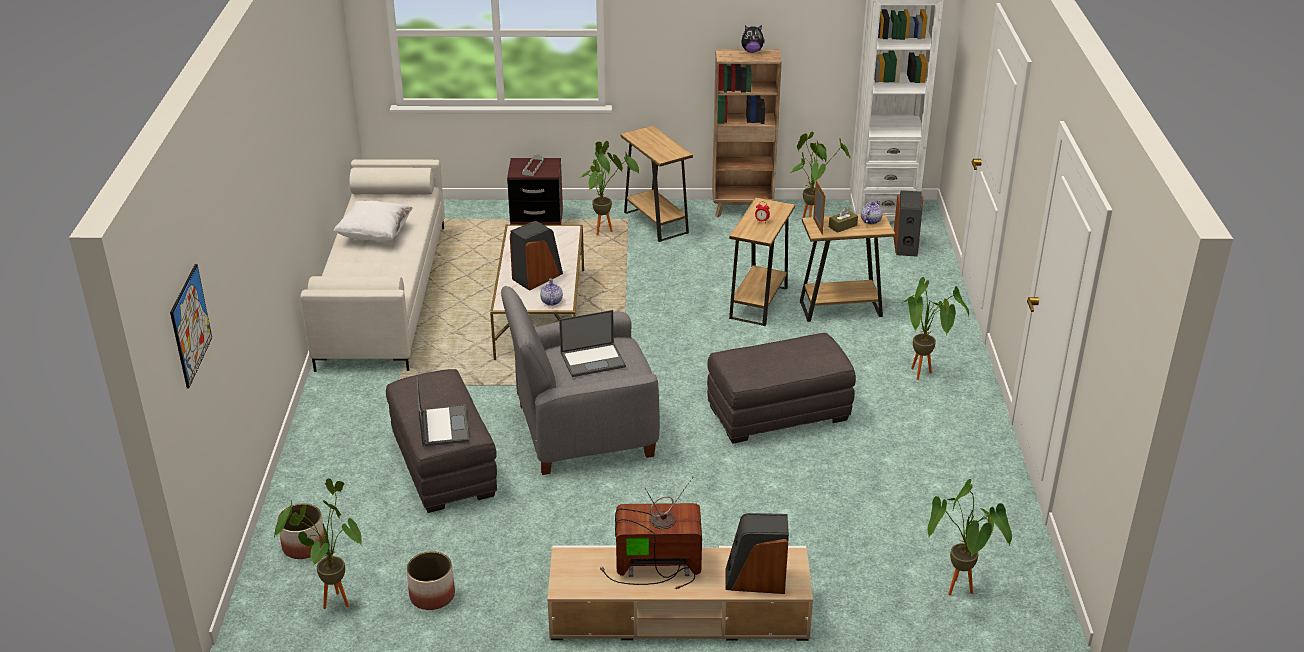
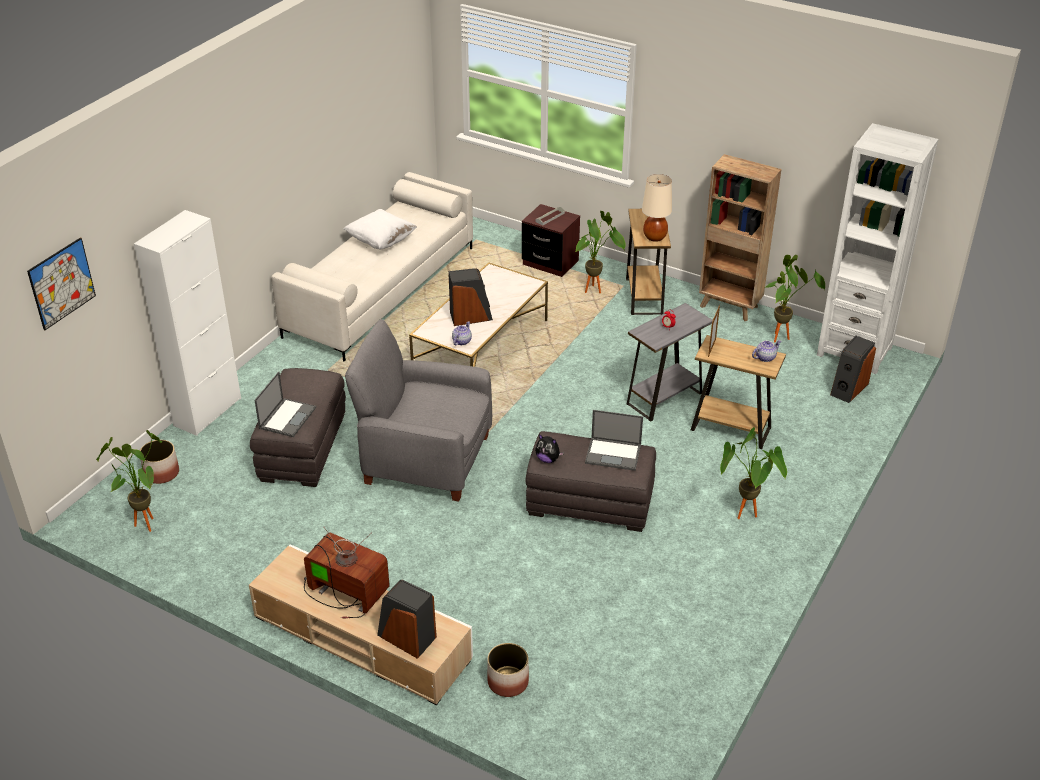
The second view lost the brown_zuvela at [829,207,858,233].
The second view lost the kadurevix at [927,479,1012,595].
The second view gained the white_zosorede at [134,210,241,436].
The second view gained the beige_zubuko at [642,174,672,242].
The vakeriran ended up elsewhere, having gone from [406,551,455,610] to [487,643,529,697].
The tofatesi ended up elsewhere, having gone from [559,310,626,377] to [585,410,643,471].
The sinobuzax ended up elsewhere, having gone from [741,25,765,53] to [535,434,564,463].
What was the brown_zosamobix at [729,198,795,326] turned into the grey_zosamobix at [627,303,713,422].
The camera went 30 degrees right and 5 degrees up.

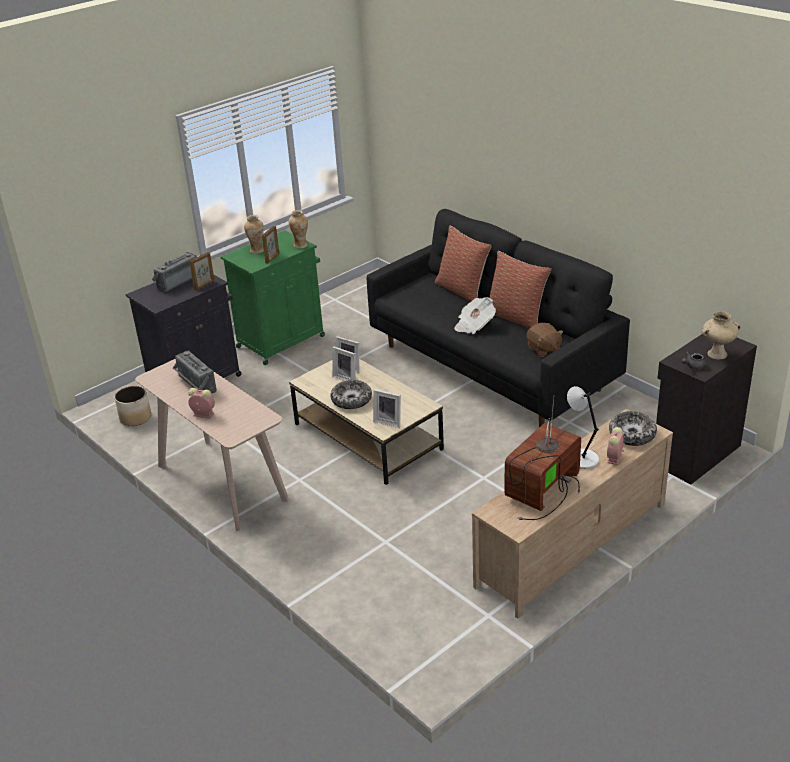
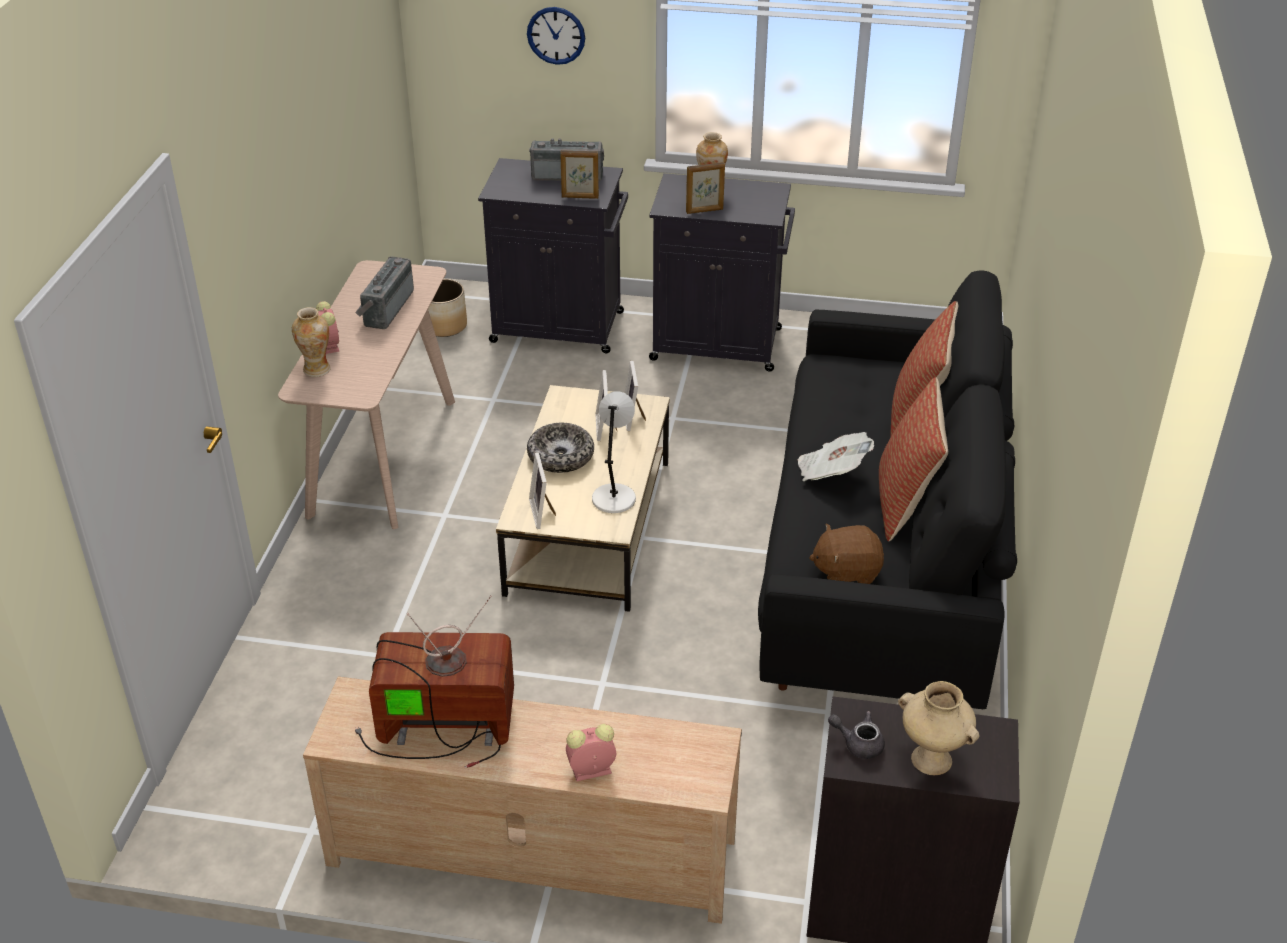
The second view lost the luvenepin at [609,411,657,446].
The second view gained the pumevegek at [527,7,585,65].
The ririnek ended up elsewhere, having gone from [289,210,308,248] to [292,307,331,377].
The grey_zubuko ended up elsewhere, having gone from [567,386,599,469] to [592,391,636,513].
What was the green_zosorede at [221,230,325,365] turned into the black_zosorede at [649,173,795,372].
The brown_sinobuzax at [527,323,563,357] ended up facing another way, 60 degrees clockwise from before.
The camera went 50 degrees right and 5 degrees up.

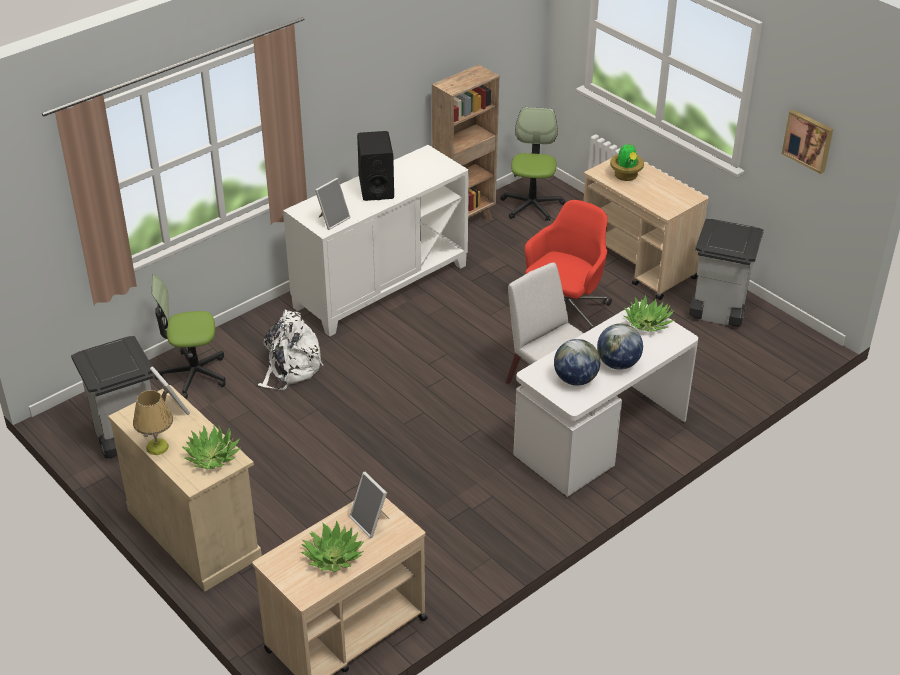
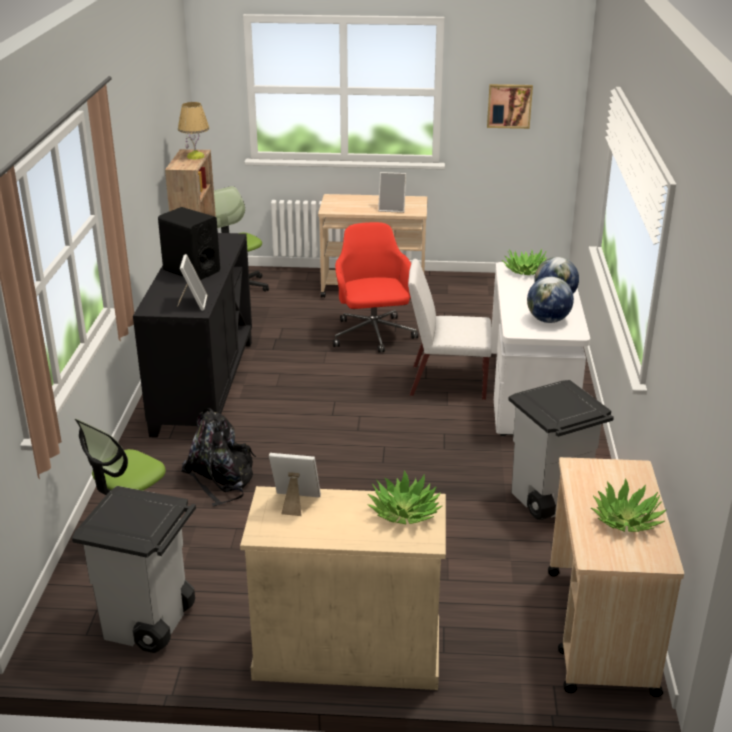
The second view lost the kadurevix at [610,142,644,181].
The zubuko ended up elsewhere, having gone from [133,390,173,455] to [178,102,209,159].
The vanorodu ended up elsewhere, having gone from [349,472,389,538] to [378,172,406,213].
The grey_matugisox ended up elsewhere, having gone from [689,219,764,326] to [508,380,614,520].
What was the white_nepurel at [258,309,323,390] turned into the black_nepurel at [181,408,256,506].
What was the white_zosorede at [283,145,469,337] turned into the black_zosorede at [133,233,252,438].
The camera went 45 degrees left and 10 degrees down.

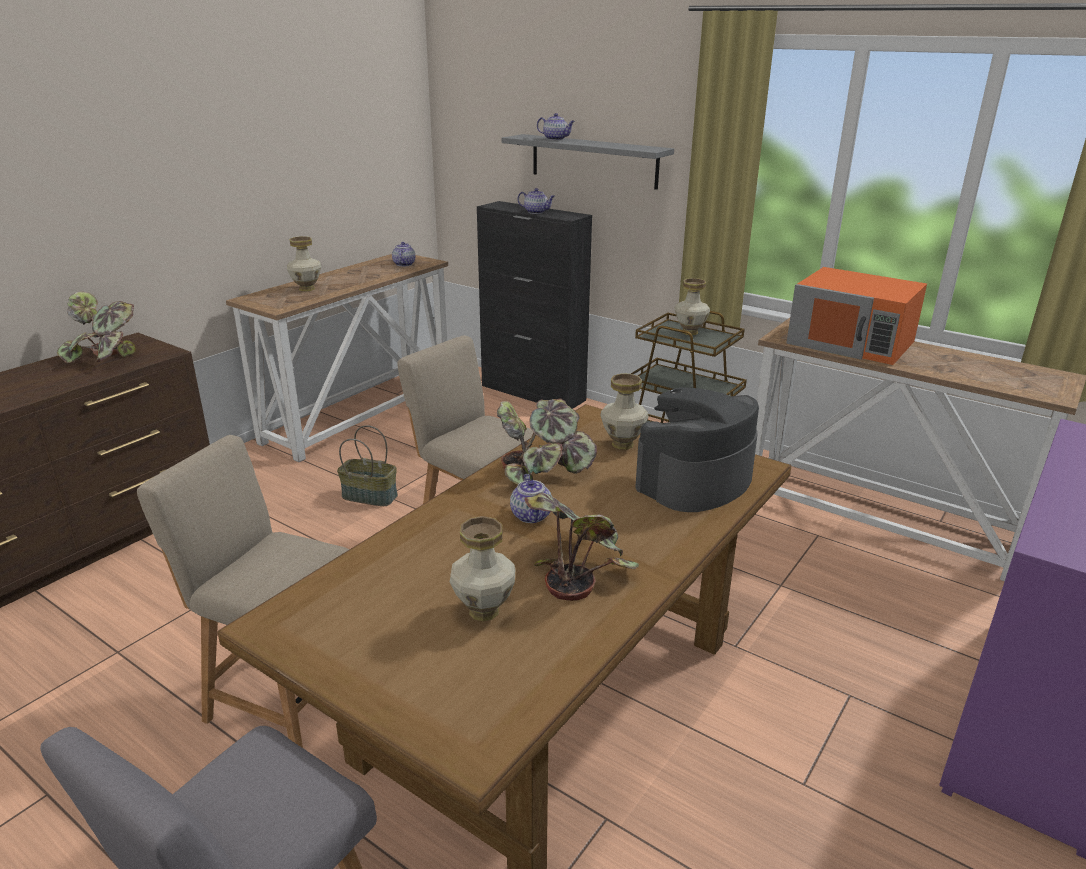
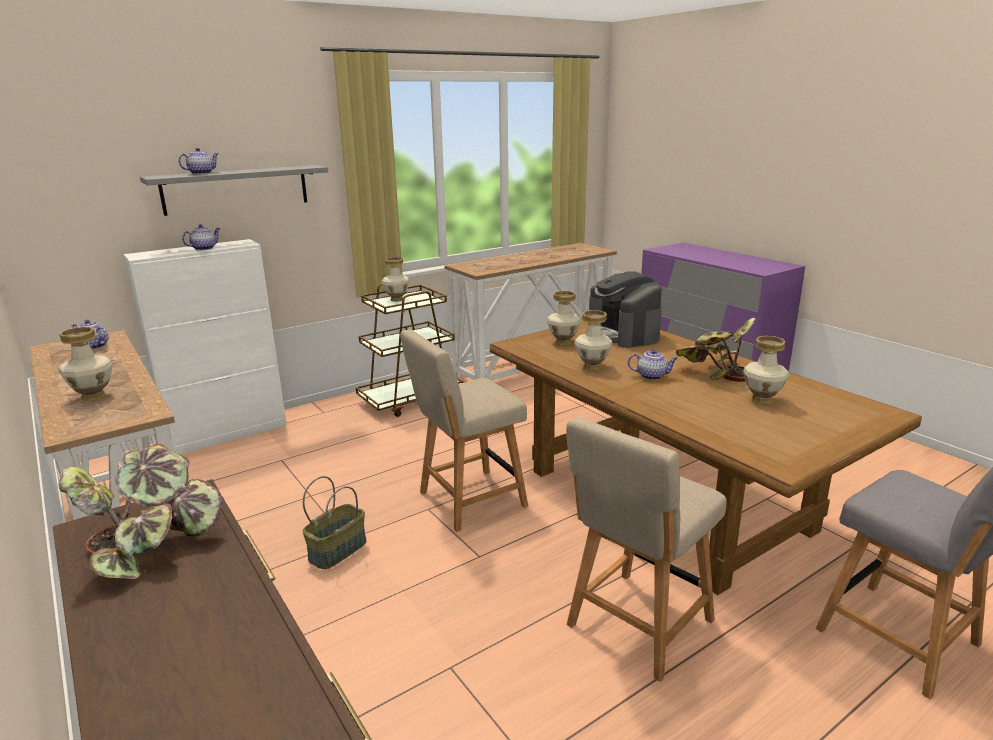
The second view lost the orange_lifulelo at [786,267,927,365].
Where the kadurevix stood at [497,398,597,485], the ririnek came to stand at [575,310,612,370].
What was the black_zosorede at [477,201,592,409] turned into the white_zosorede at [123,239,287,454].
The camera went 70 degrees left and 5 degrees down.

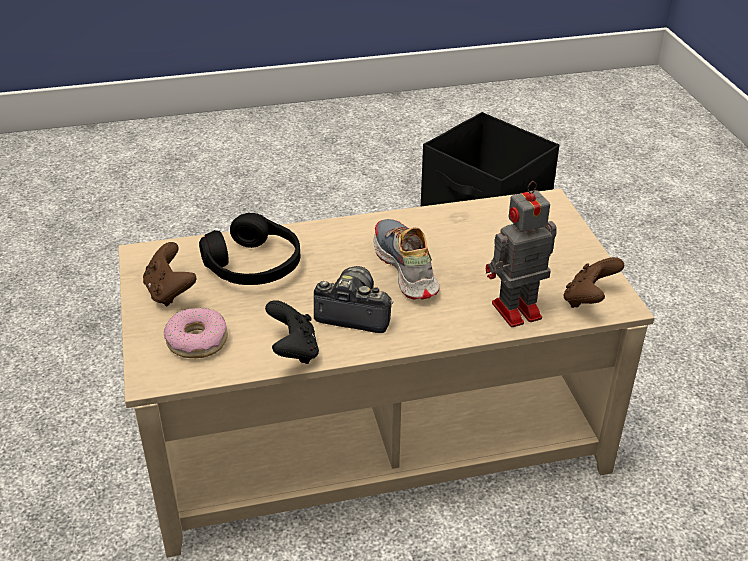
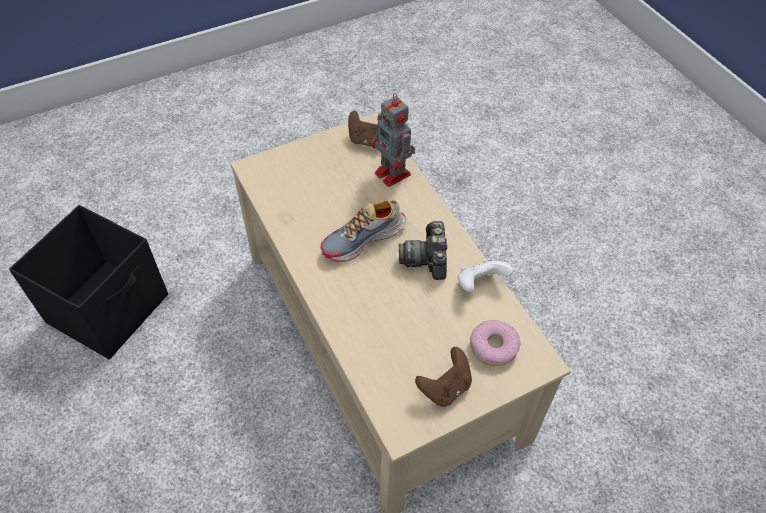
The second view lost the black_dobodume at [199,213,300,285].
What was the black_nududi at [265,300,319,364] turned into the white_nududi at [457,259,513,292].
The camera went 105 degrees left and 15 degrees up.

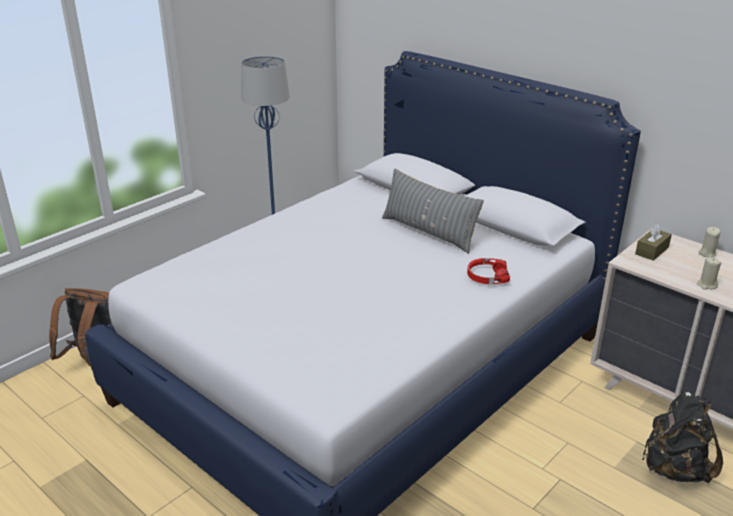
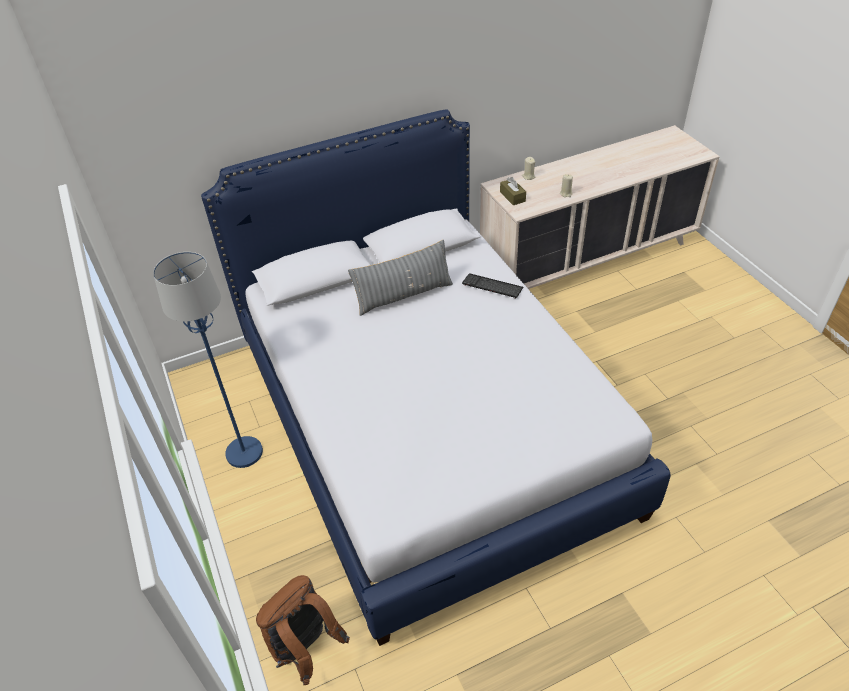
The second view lost the black_nepurel at [642,392,723,483].
Where the red_dobodume stood at [467,258,510,284], the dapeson came to stand at [462,273,524,298].
The camera went 65 degrees left and 15 degrees up.

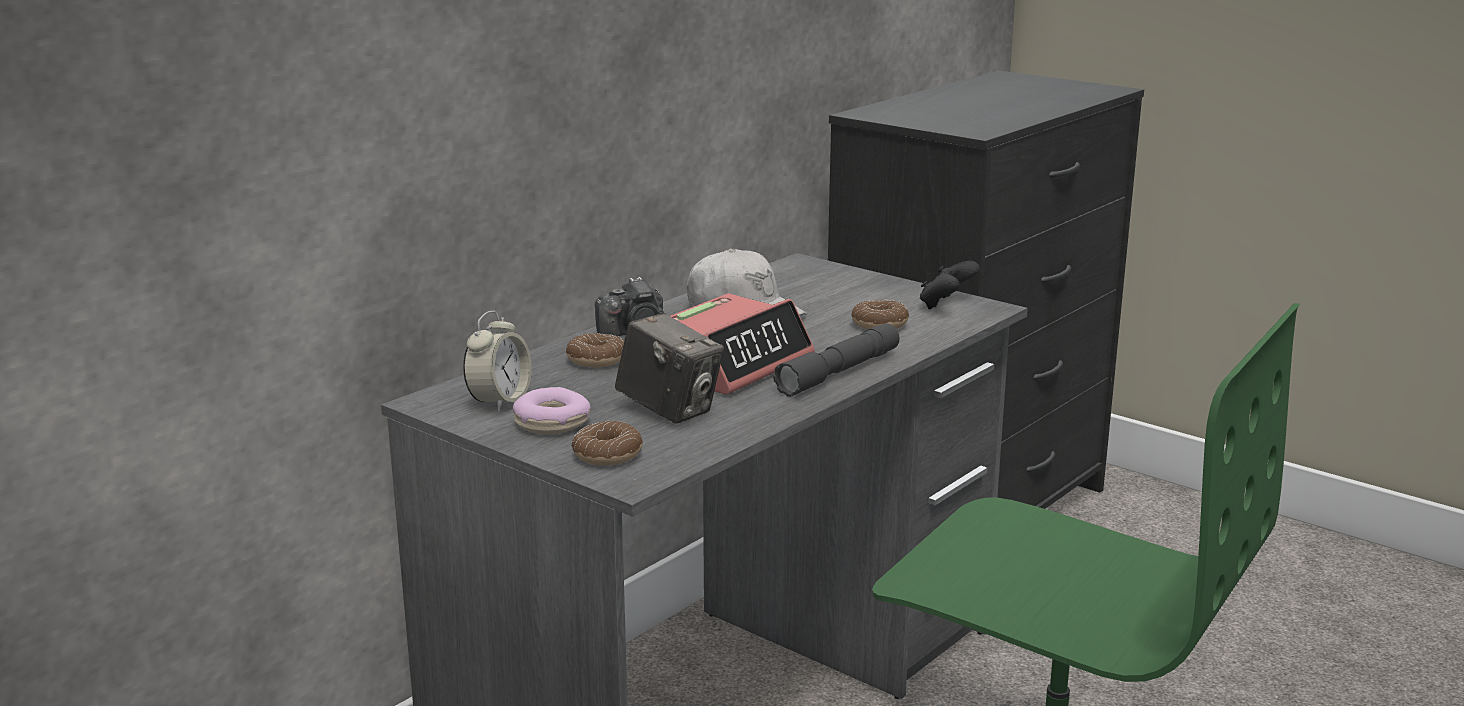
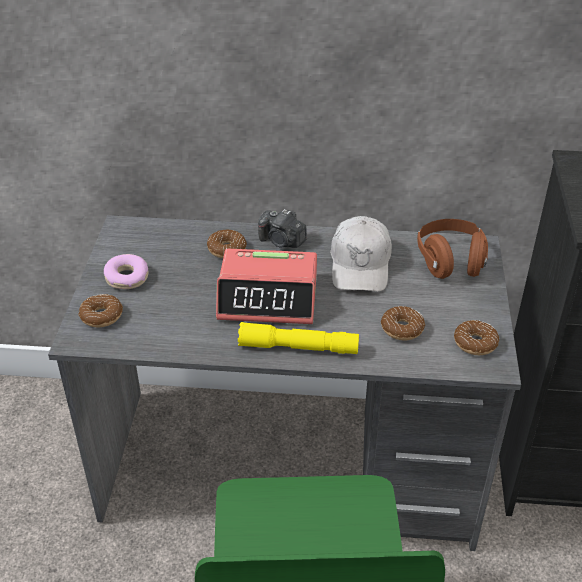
The second view lost the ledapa at [463,311,532,412].
The second view lost the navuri at [615,313,724,424].
The second view gained the brown_dobodume at [417,219,488,279].
Where the black_nududi stood at [920,261,980,309], the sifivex came to stand at [454,320,499,355].
What was the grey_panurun at [773,323,900,397] turned into the yellow_panurun at [238,322,359,354].
The camera went 55 degrees right and 20 degrees up.

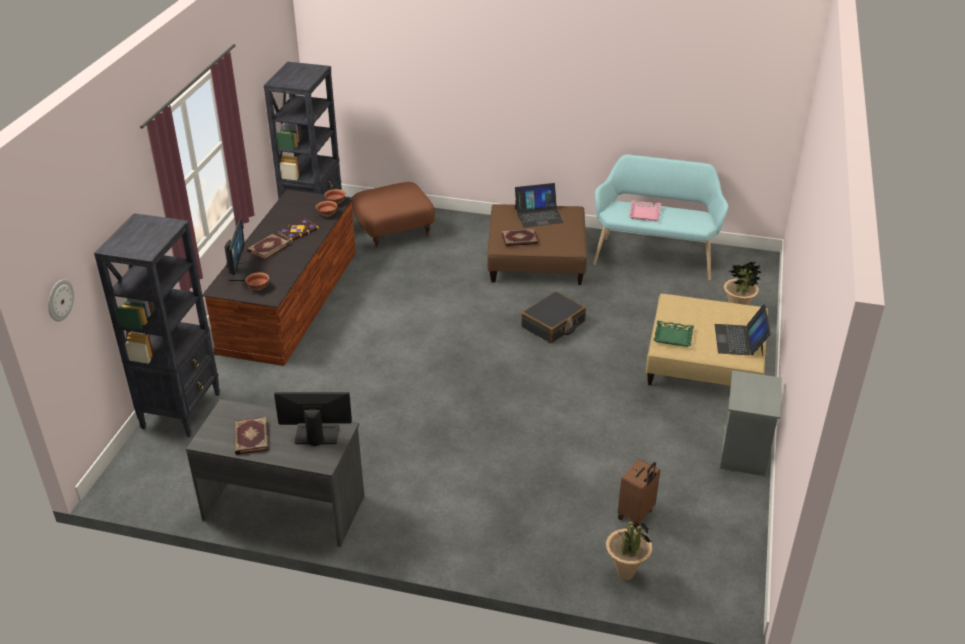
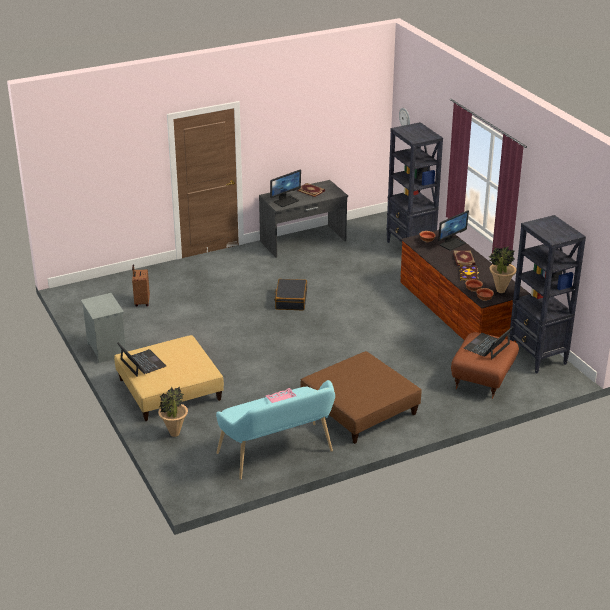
The second view lost the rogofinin at [502,229,538,246].
The second view lost the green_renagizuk at [654,321,694,347].
The tofatesi ended up elsewhere, having gone from [515,183,564,227] to [464,326,513,360].
The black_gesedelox ended up elsewhere, having gone from [521,291,586,343] to [274,279,307,310].
The kadurevix ended up elsewhere, having gone from [606,508,652,581] to [489,246,517,293].
The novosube at [224,218,256,281] ended up facing another way, 90 degrees counterclockwise from before.
The camera went 140 degrees right and 5 degrees down.

